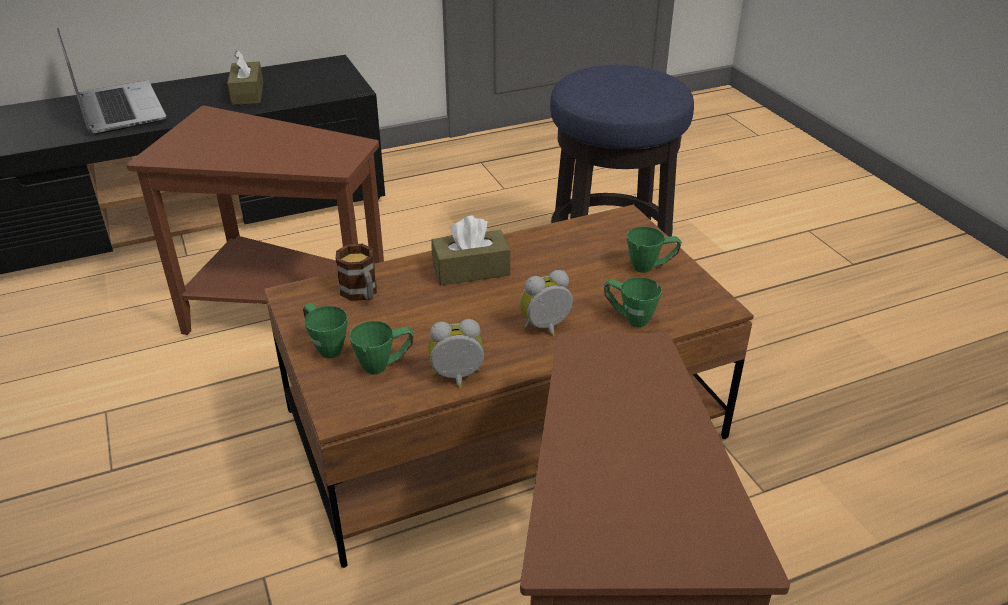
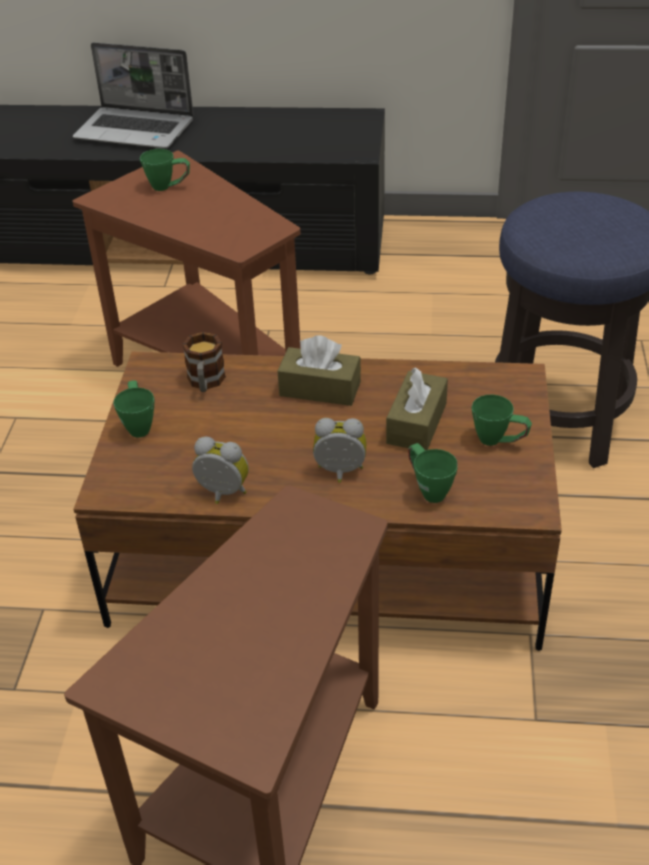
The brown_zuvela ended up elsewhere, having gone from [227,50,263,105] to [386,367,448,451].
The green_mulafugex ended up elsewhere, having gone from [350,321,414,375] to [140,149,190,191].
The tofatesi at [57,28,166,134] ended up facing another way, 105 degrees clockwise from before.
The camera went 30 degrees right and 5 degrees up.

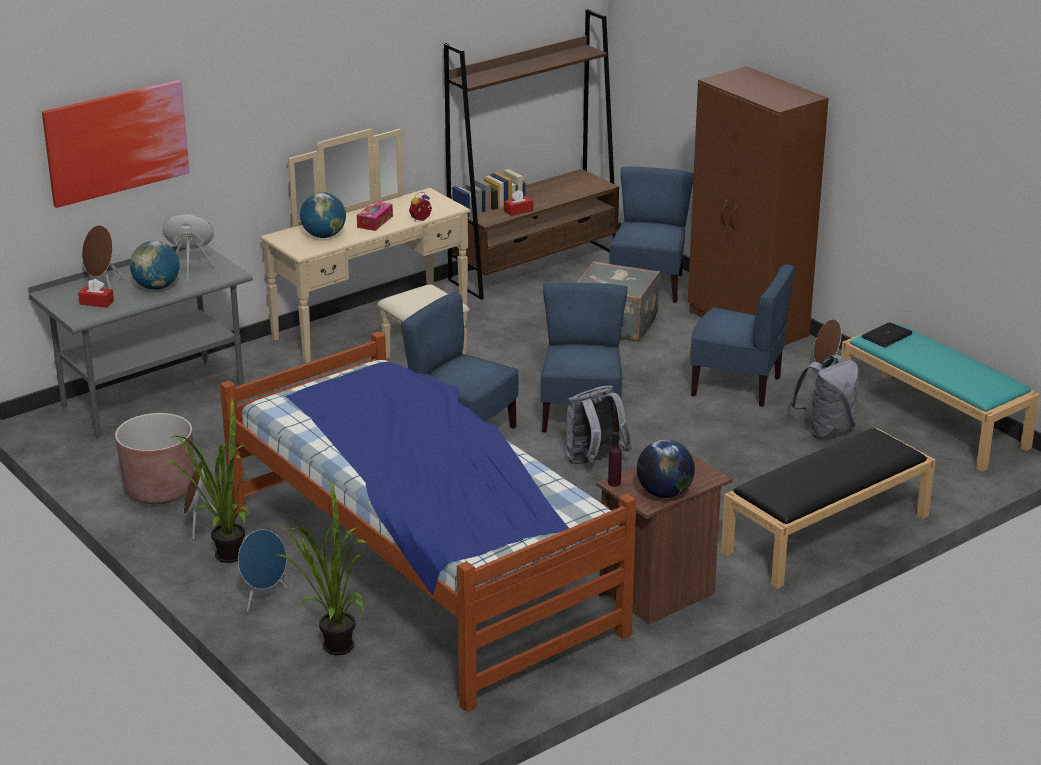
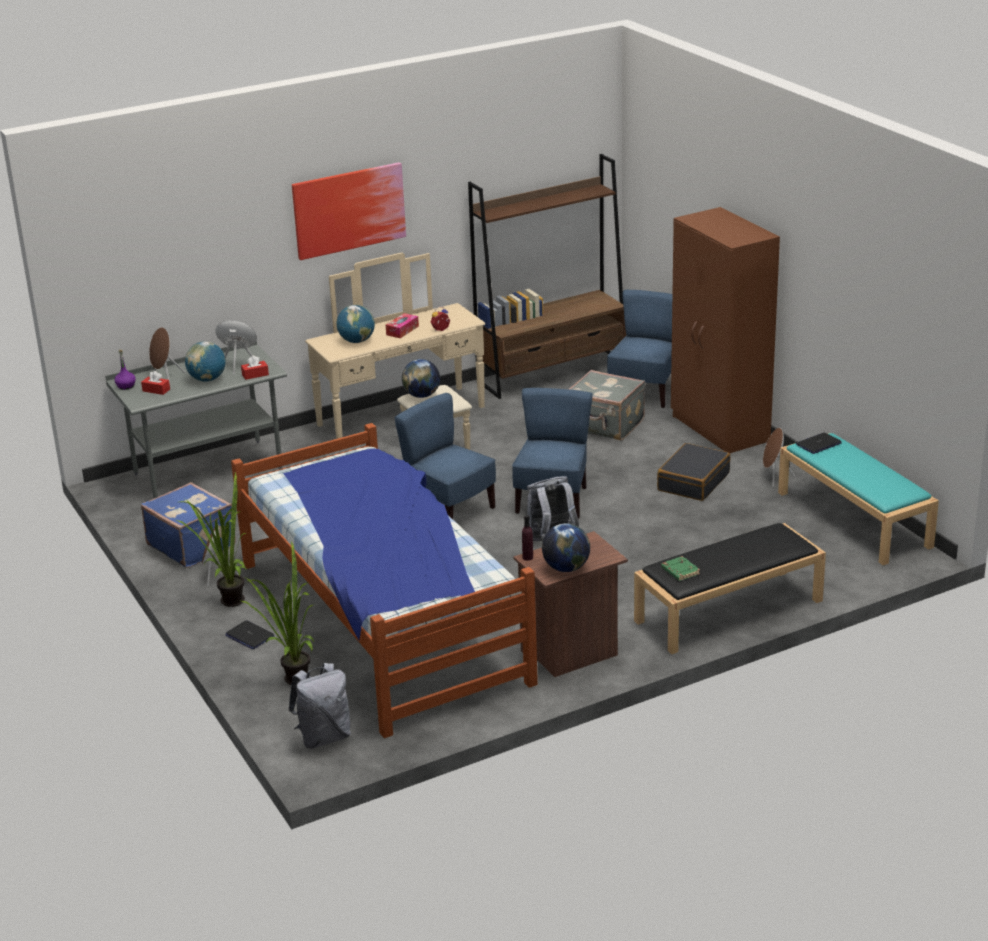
The second view gained the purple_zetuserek at [114,350,136,390].
The second view gained the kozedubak at [402,359,440,398].
The second view gained the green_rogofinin at [661,556,700,581].
The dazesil ended up elsewhere, having gone from [42,80,190,208] to [292,162,406,260].
The red_zuvela ended up elsewhere, having gone from [504,190,533,216] to [241,356,269,380].
The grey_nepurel ended up elsewhere, having gone from [790,355,859,439] to [288,663,351,749].
Where the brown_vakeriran stood at [115,413,194,504], the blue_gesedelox came to stand at [141,482,236,568].
Where the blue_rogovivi stood at [238,529,287,611], the tofatesi came to stand at [225,620,274,649].
Where the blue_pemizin stood at [690,264,795,407], the black_gesedelox came to stand at [657,443,730,501].
The camera went 10 degrees right and 0 degrees up.

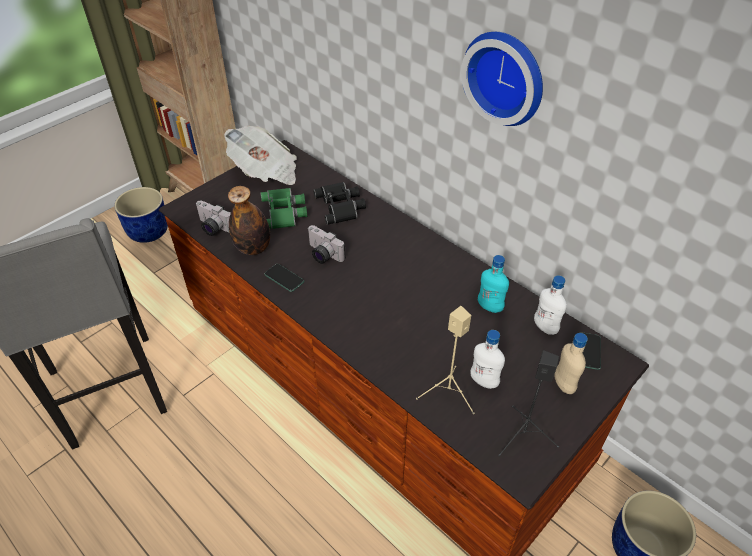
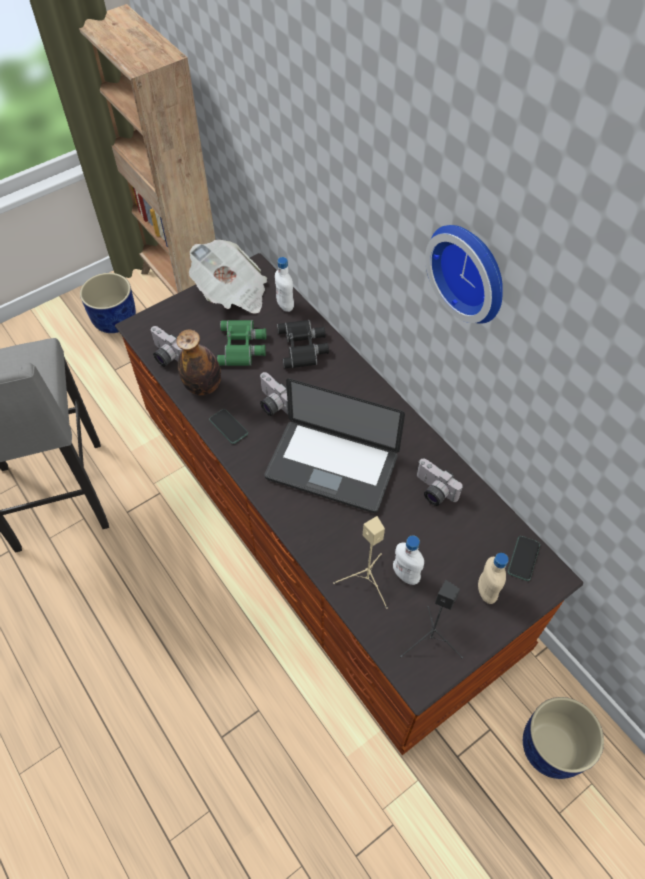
The second view gained the tofatesi at [264,378,405,513].
The white_zetuserek ended up elsewhere, having gone from [534,275,567,335] to [275,257,294,312].
Where the turquoise_zetuserek stood at [478,255,509,313], the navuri came to stand at [417,458,463,506].
The camera went 10 degrees right and 10 degrees up.

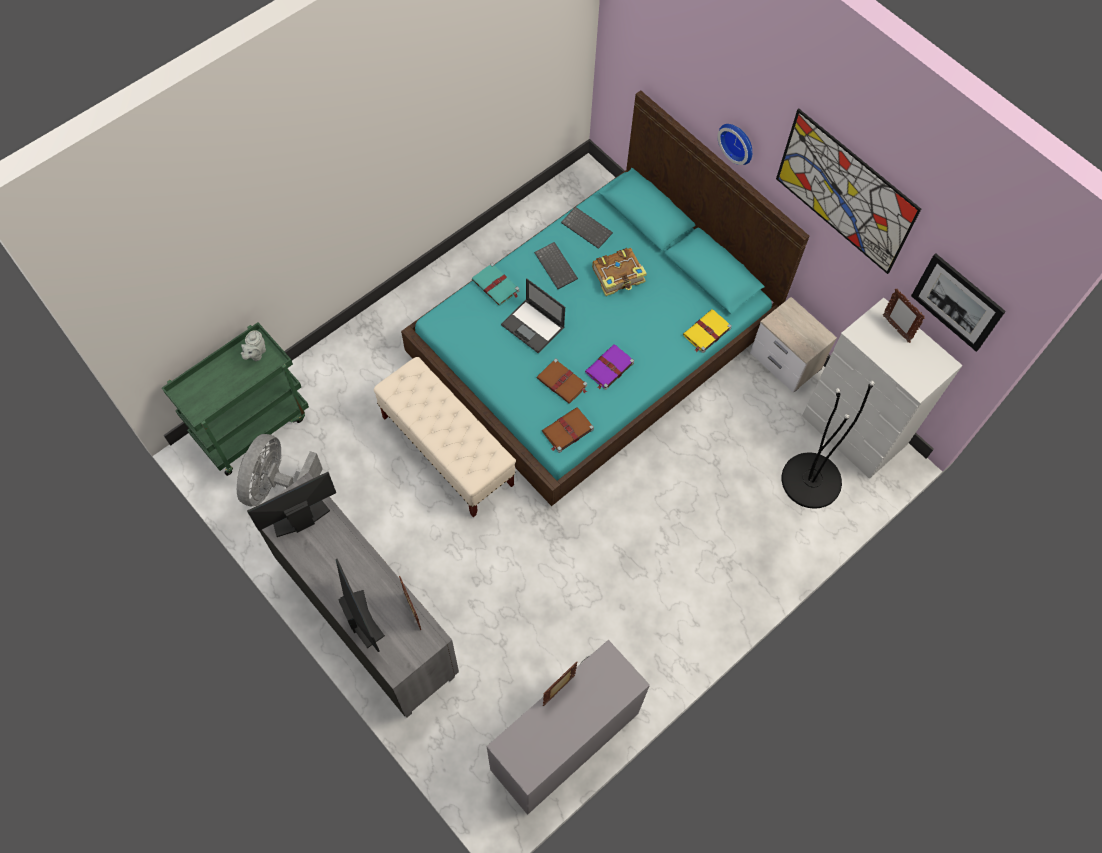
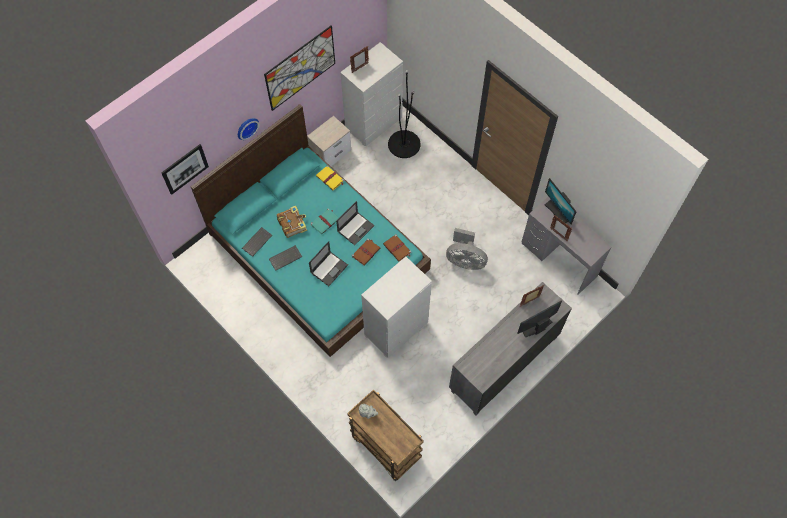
The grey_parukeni ended up elsewhere, having gone from [237,434,323,506] to [446,228,488,270].
The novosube ended up elsewhere, having gone from [247,472,336,537] to [545,178,576,225].
The turquoise_rogofinin ended up elsewhere, having gone from [472,263,520,306] to [311,208,339,235].
The dazesil ended up elsewhere, having gone from [911,253,1006,352] to [161,144,209,195].
Where the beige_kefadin stood at [374,357,516,517], the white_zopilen came to stand at [361,257,432,358].
Where the purple_rogofinin stood at [585,344,634,390], the tofatesi came to stand at [336,201,374,245].
What was the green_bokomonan at [162,323,309,476] turned into the brown_bokomonan at [347,389,424,481].
The camera went 90 degrees left and 0 degrees up.

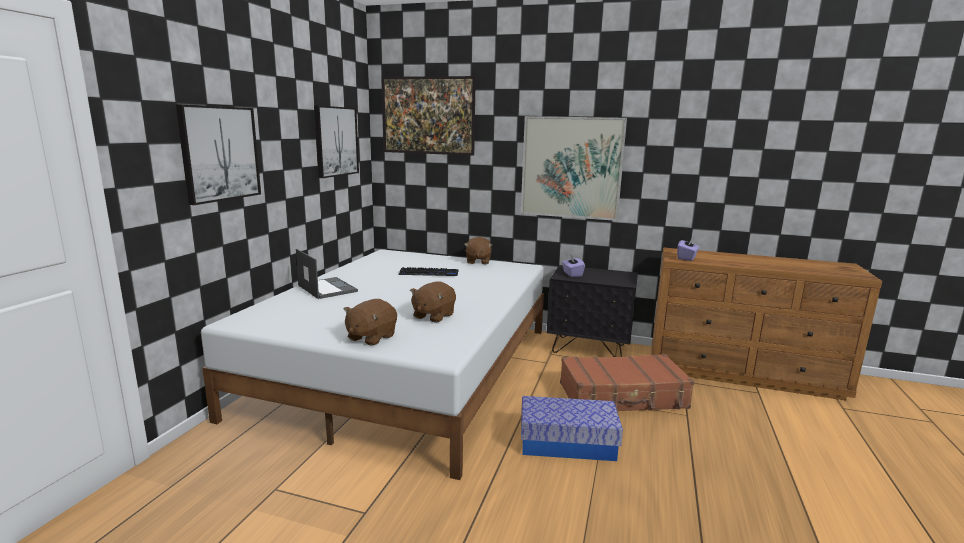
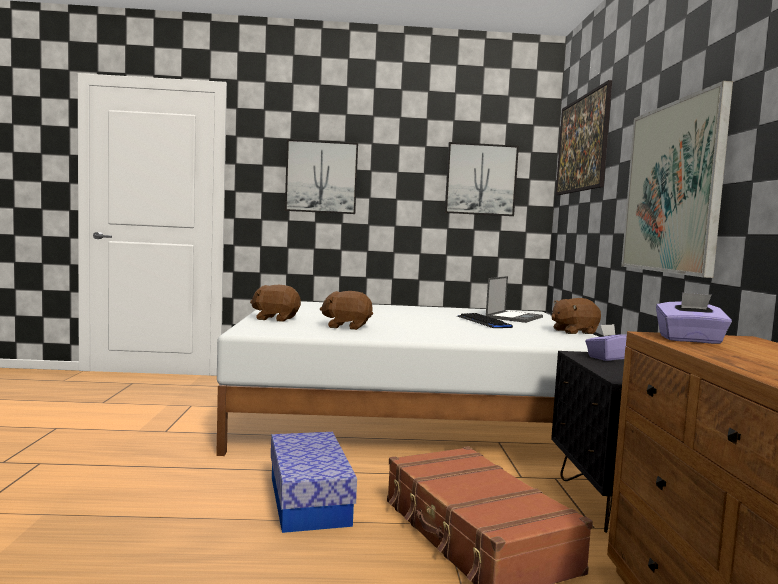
The tofatesi ended up elsewhere, having gone from [296,249,358,299] to [486,276,543,323].
The camera went 70 degrees right and 10 degrees down.

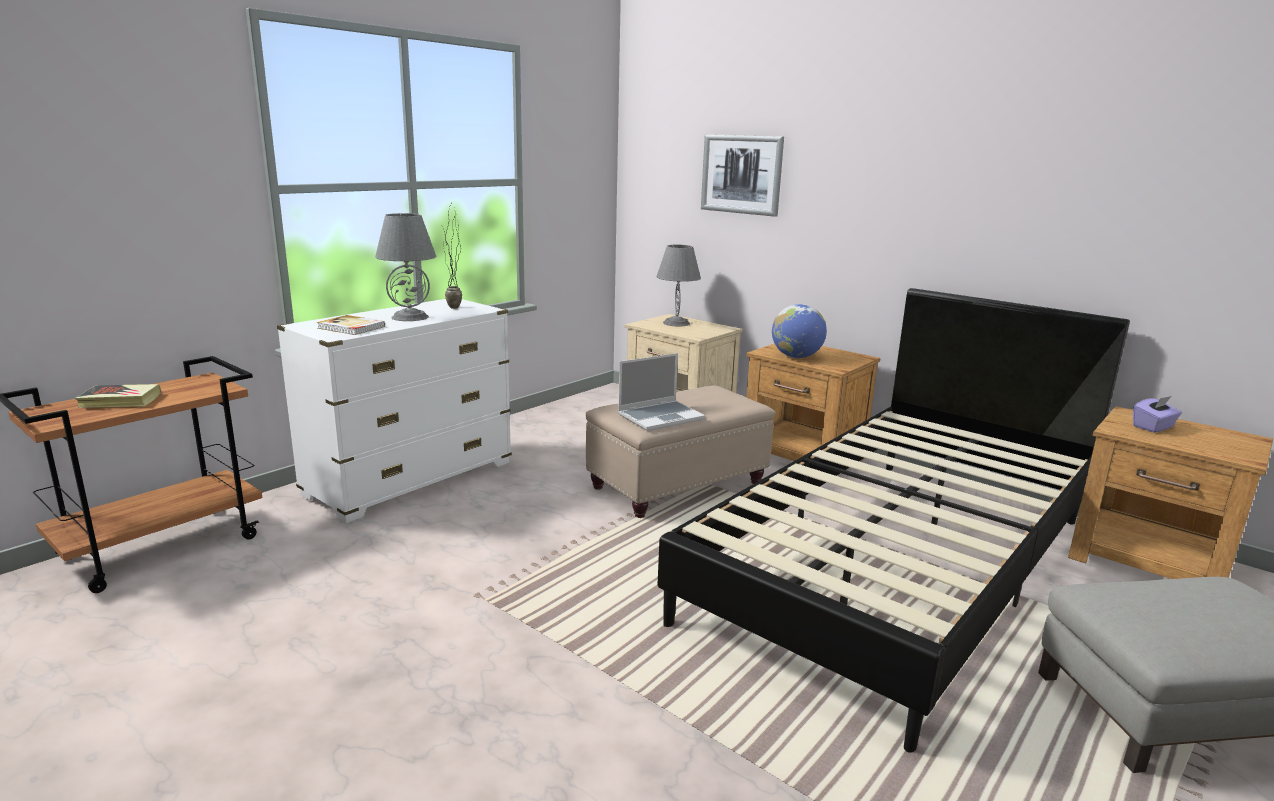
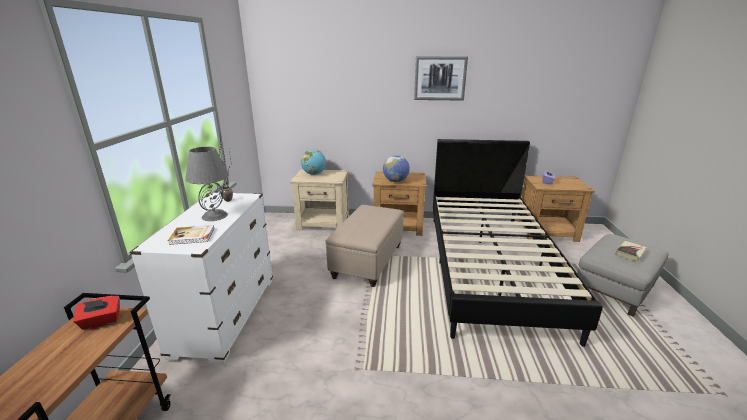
The second view lost the tofatesi at [618,353,705,431].
The second view gained the red_zuvela at [73,296,120,330].
The rogofinin ended up elsewhere, having gone from [75,384,162,408] to [616,241,647,262].
The dazesil ended up elsewhere, having gone from [701,135,784,217] to [414,56,468,101].
Where the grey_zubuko stood at [656,245,701,326], the kozedubak came to stand at [301,149,326,175].
The camera went 35 degrees left and 5 degrees up.

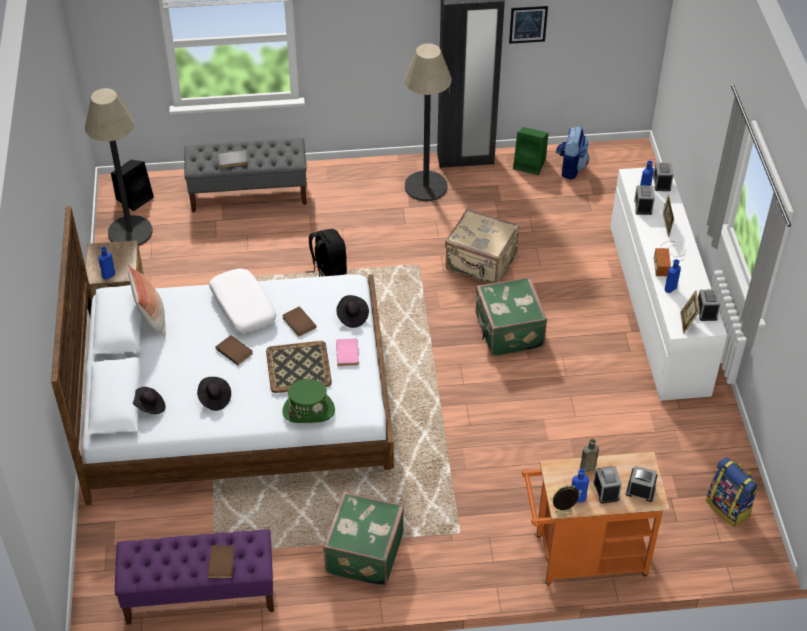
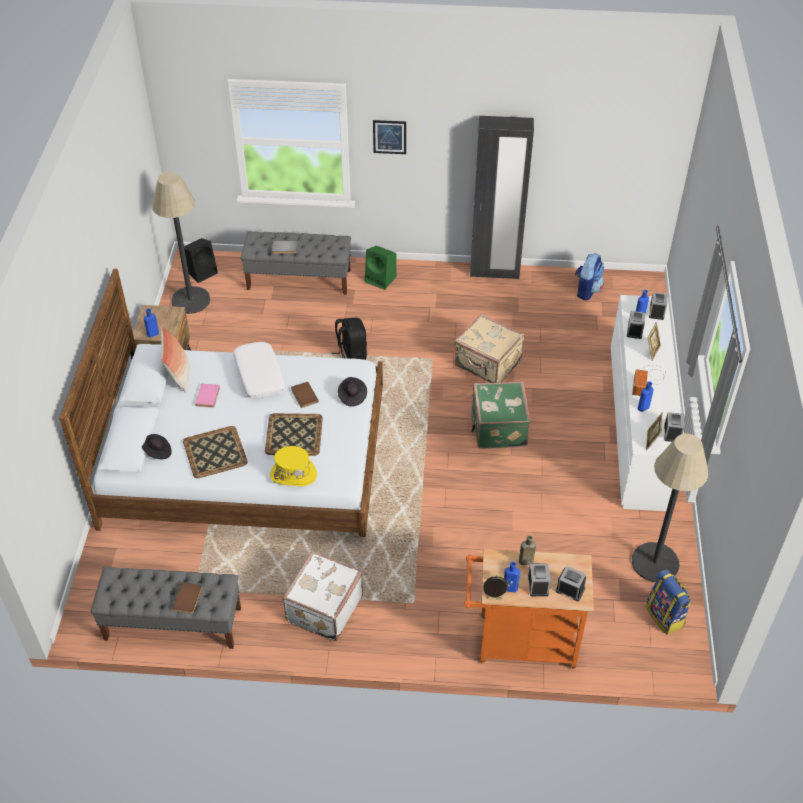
The second view lost the brown_rogofinin at [215,335,253,365].
The pink_rogofinin ended up elsewhere, having gone from [336,339,359,366] to [195,384,220,408].
The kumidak ended up elsewhere, having gone from [404,43,452,201] to [632,433,709,582].
The dazesil ended up elsewhere, having gone from [509,6,548,44] to [373,120,406,154].
The green_rogovivi ended up elsewhere, having gone from [513,127,548,175] to [365,246,397,290].
Where the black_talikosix stood at [197,377,231,411], the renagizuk came to stand at [183,426,248,478].
What was the purple_kefadin at [115,529,274,625] turned into the grey_kefadin at [91,567,241,649].
What was the green_talikosix at [282,379,335,423] turned into the yellow_talikosix at [270,446,317,486].
What was the green_gesedelox at [323,492,404,586] turned into the white_gesedelox at [282,551,363,641].
The camera went 10 degrees right and 0 degrees up.

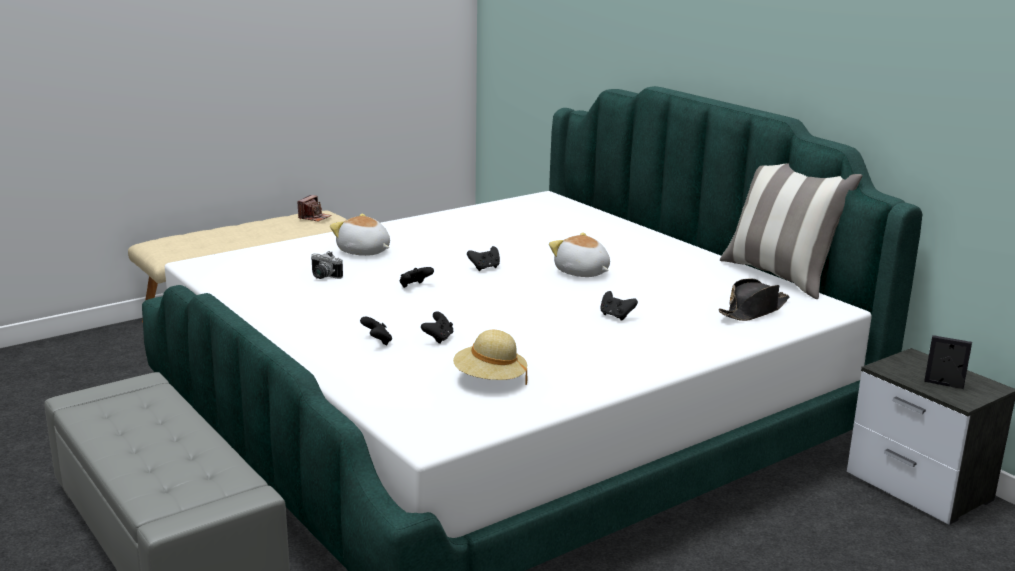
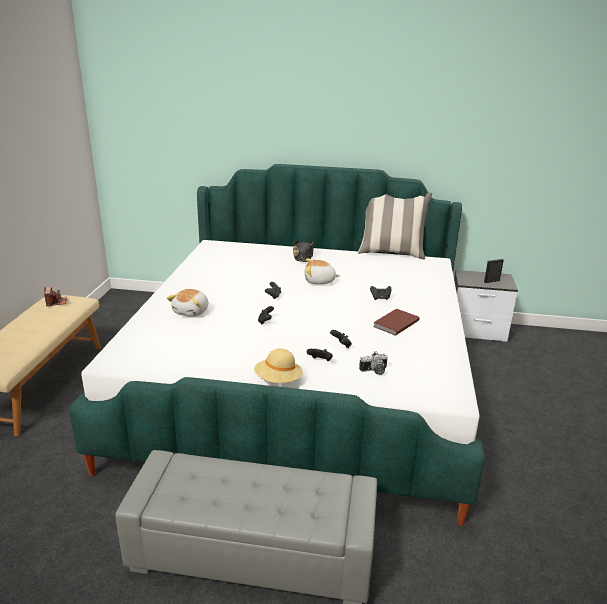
The second view gained the brown_rogofinin at [373,309,419,336].
The navuri ended up elsewhere, having gone from [311,251,343,279] to [359,351,388,375].
The beige_talikosix ended up elsewhere, having gone from [453,330,527,385] to [254,348,303,383].
The black_talikosix ended up elsewhere, having gone from [718,278,790,321] to [293,241,314,262].
The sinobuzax at [330,214,390,256] ended up facing another way, 60 degrees counterclockwise from before.
The camera went 45 degrees left and 5 degrees up.

